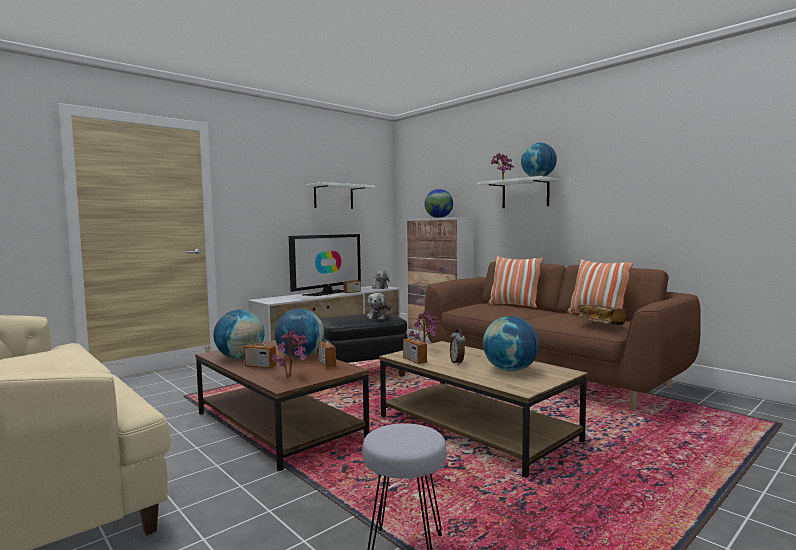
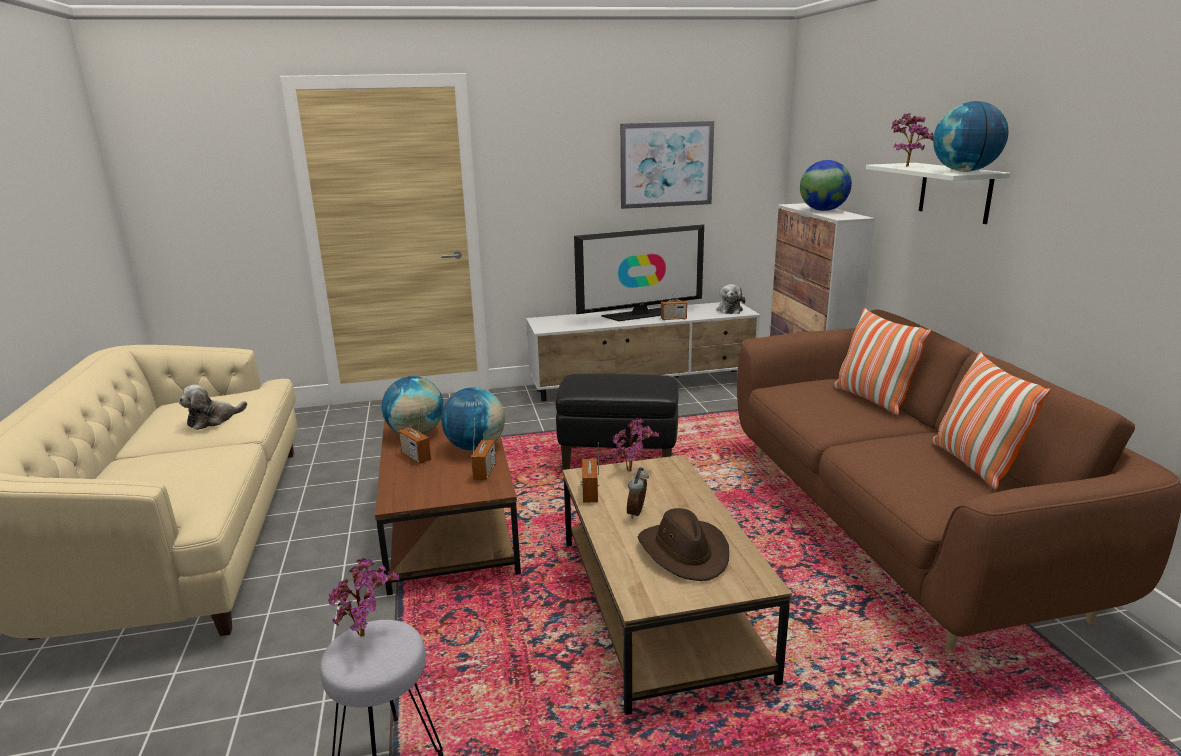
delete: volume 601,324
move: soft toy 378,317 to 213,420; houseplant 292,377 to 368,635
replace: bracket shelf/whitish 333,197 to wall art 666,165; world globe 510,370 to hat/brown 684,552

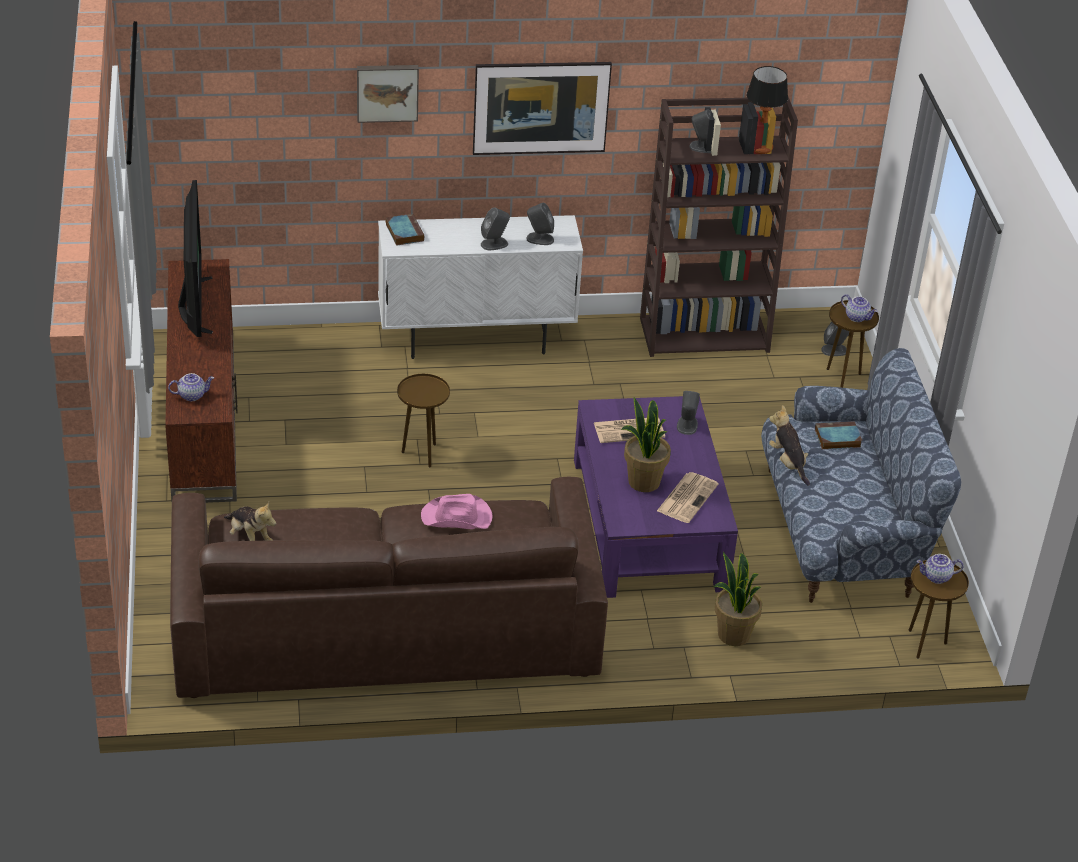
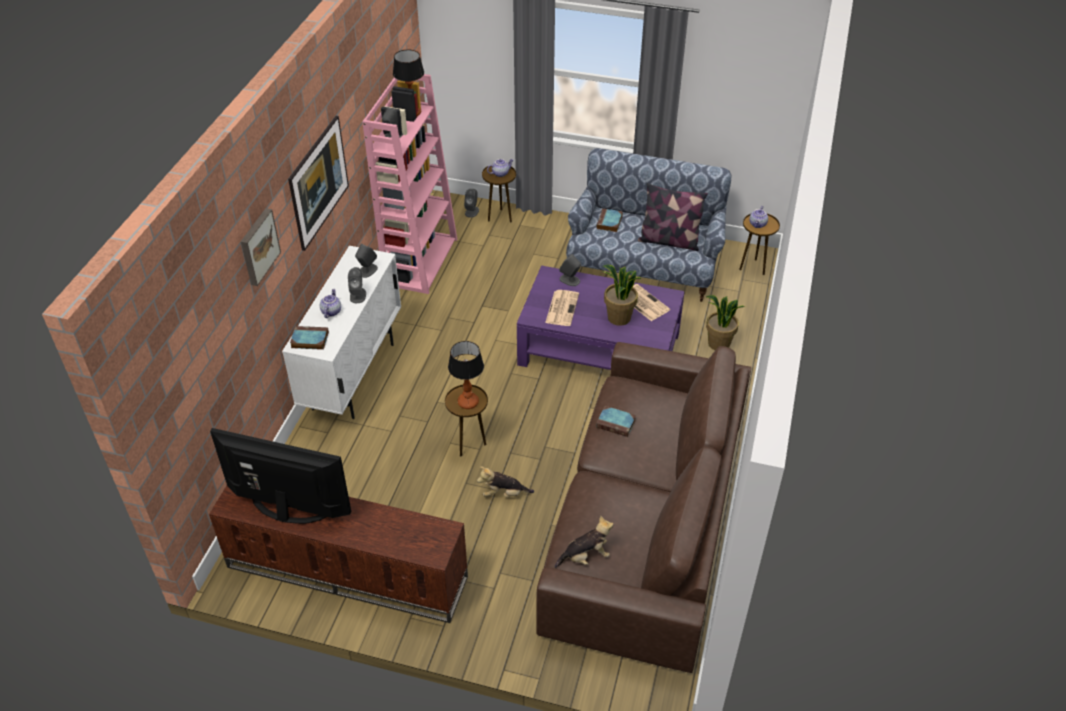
insert: table lamp 468,402; throw pillow 669,241
move: tea pot 192,395 to 331,311; soft toy 788,463 to 504,494
replace: hat/pink 457,517 to volume 616,423
recolor: shelving unit/brown 705,334 to shelving unit/pink 420,261

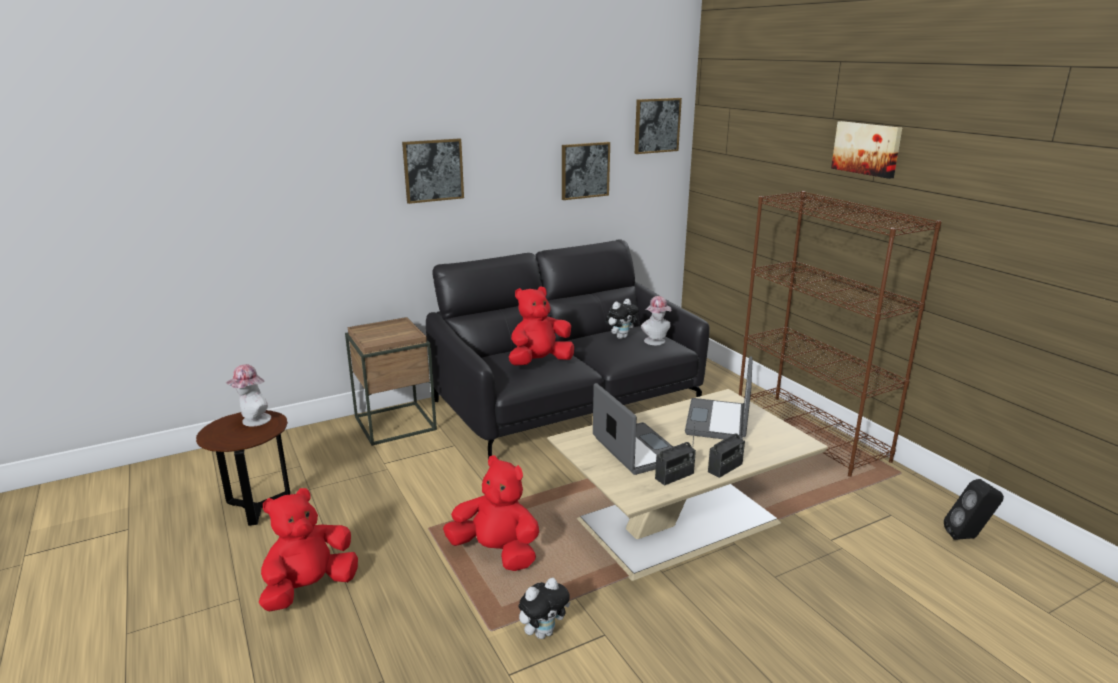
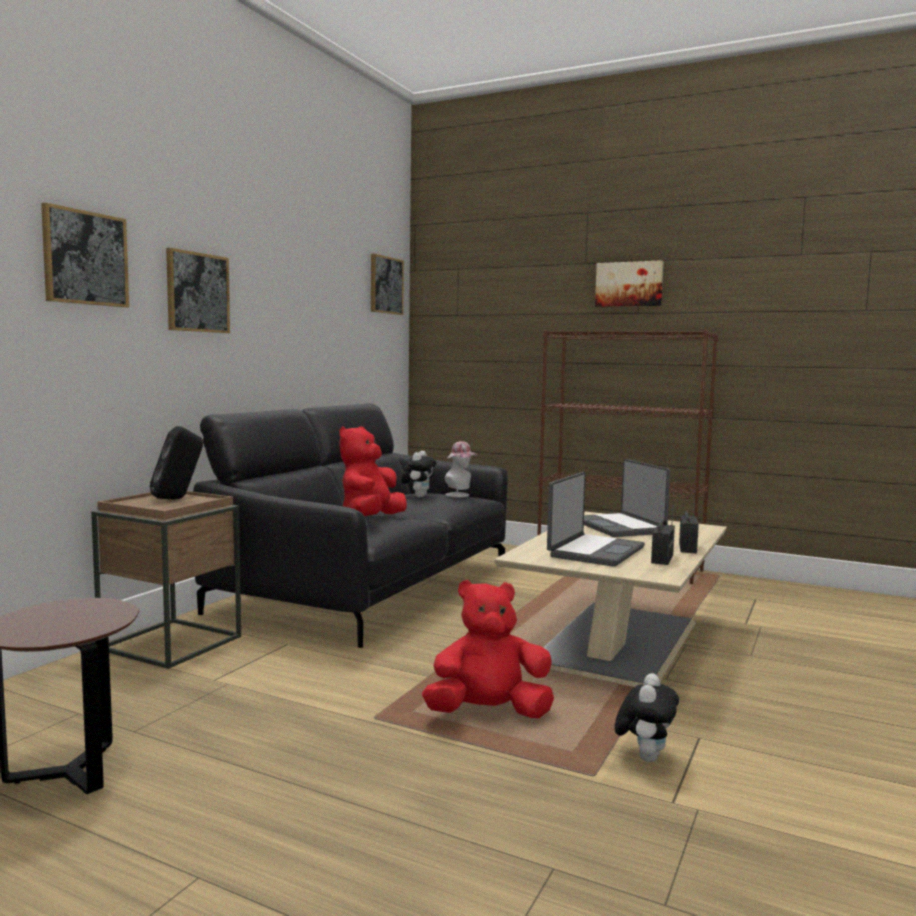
delete: hat 253,421; soft toy/red 310,588
move: wall art 585,170 to 85,258; loudspeaker/black-coloured 968,537 to 178,498
rotate: notebook computer 635,450 = 594,552 90 degrees clockwise

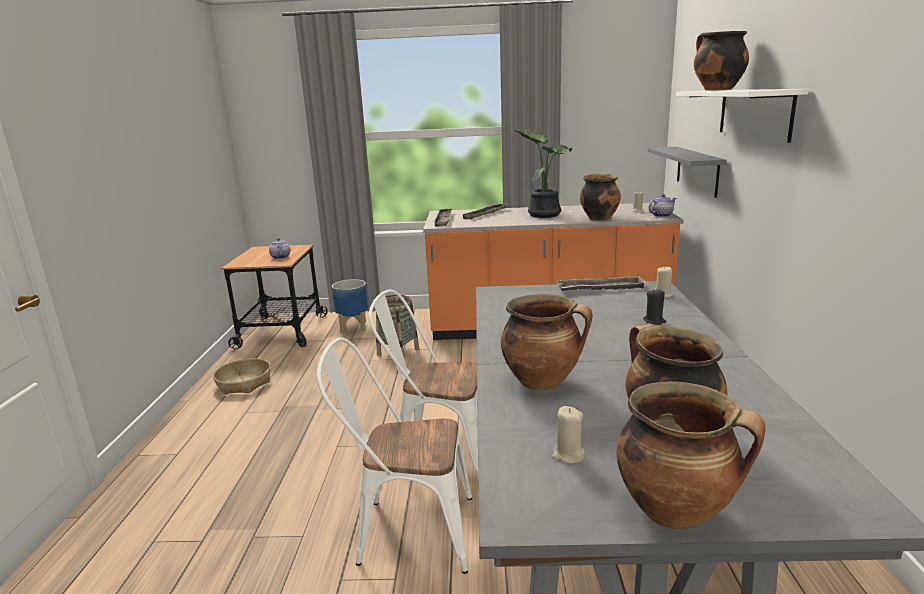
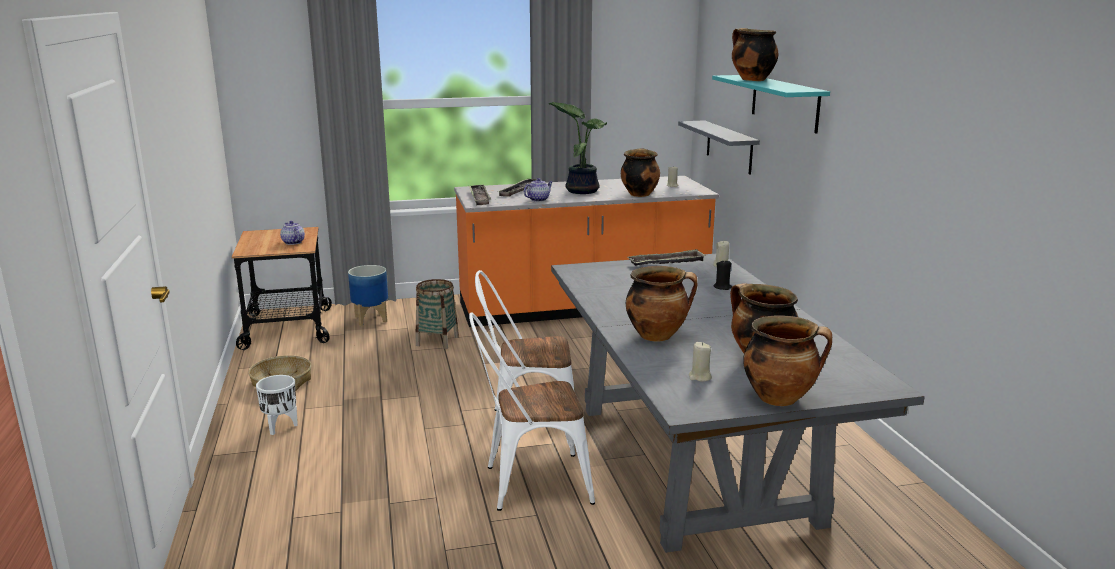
insert: flower pot/whitish 280,427
move: tea pot 661,215 to 538,199
recolor: bracket shelf/whitish 754,113 to bracket shelf/turquoise 784,102

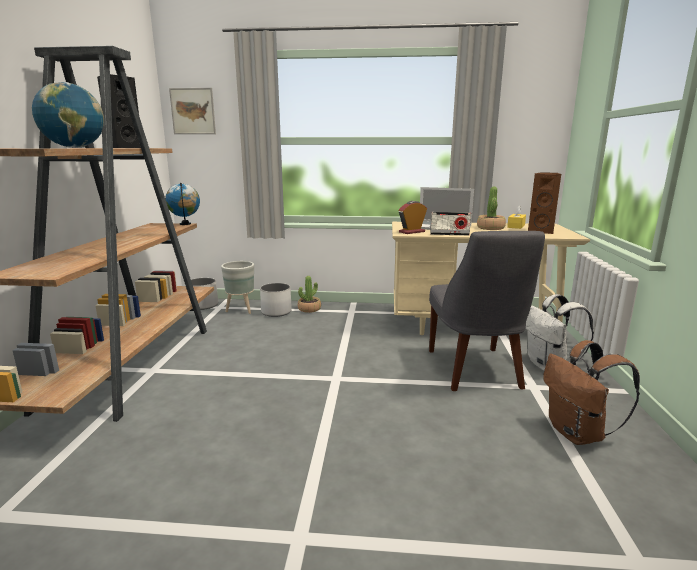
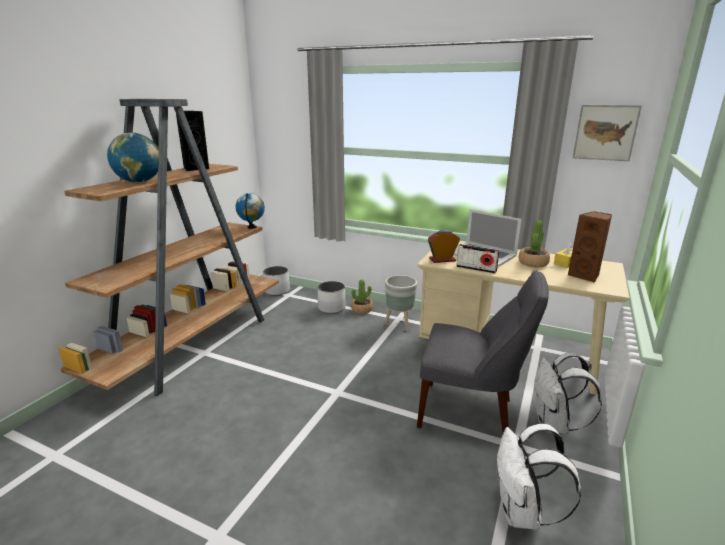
move: flower pot/greyish 241,310 to 400,324; wall art 193,111 to 605,132
recolor: backpack/brown 578,434 to backpack/whitish 522,513
rotate: chair/greyish 475,371 = 470,413 90 degrees counterclockwise

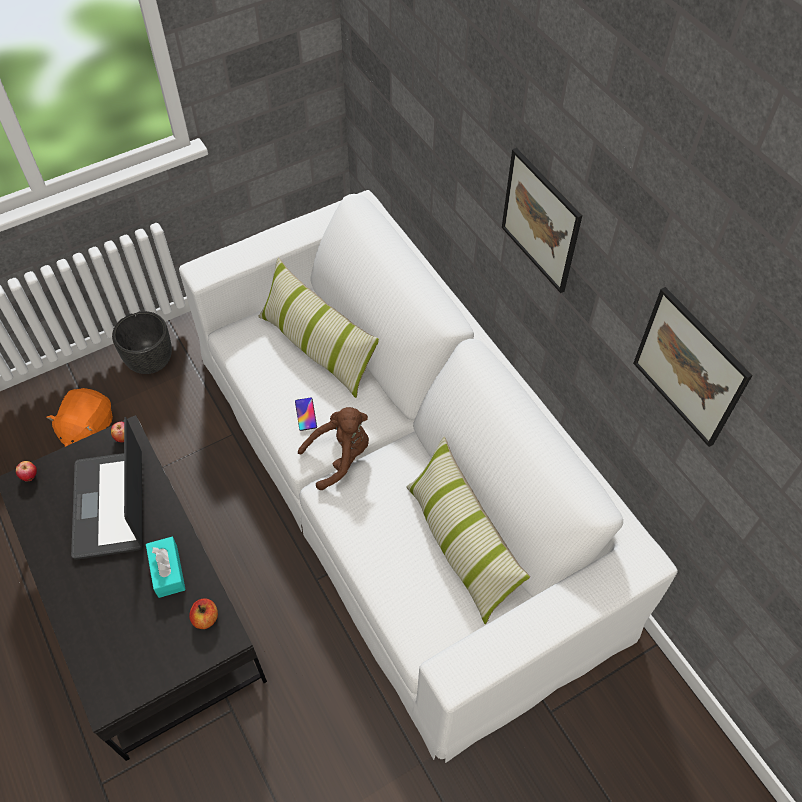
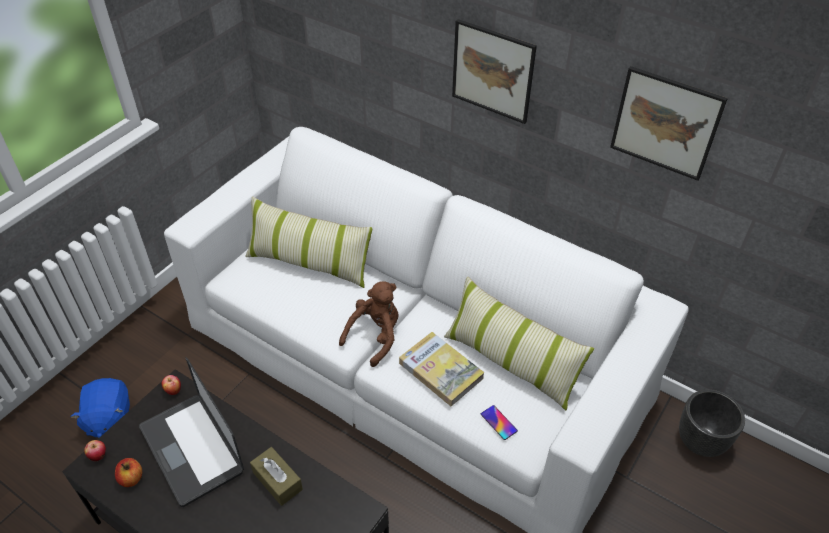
insert: volume 441,370
move: apple fruit 206,618 to 131,478; telephone 305,414 to 498,422; flower pot/black-coloured 151,361 to 701,441
recolor: soft toy/orange-coloured 87,429 to soft toy/blue 108,419; tissue holder/turquoise 167,571 to tissue holder/brown 277,481

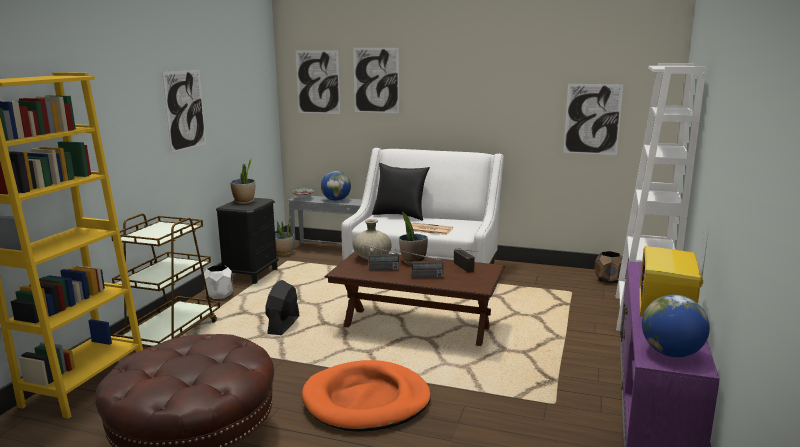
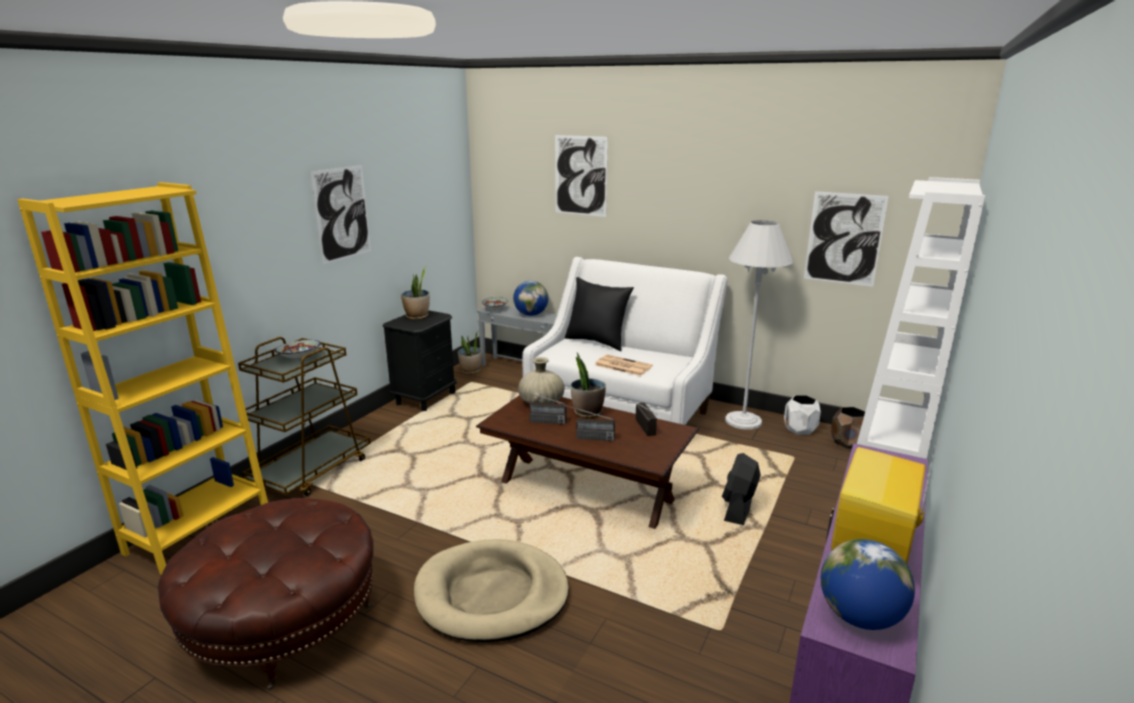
delete: wall art 318,82
insert: bowl 299,358; standing lamp/whitish 743,421
move: electric fan/black-coloured 283,325 to 738,508; flower pot/whitish 219,295 to 800,430
recolor: dog cushion/orange-coloured 366,401 to dog cushion/sand-coloured 491,595

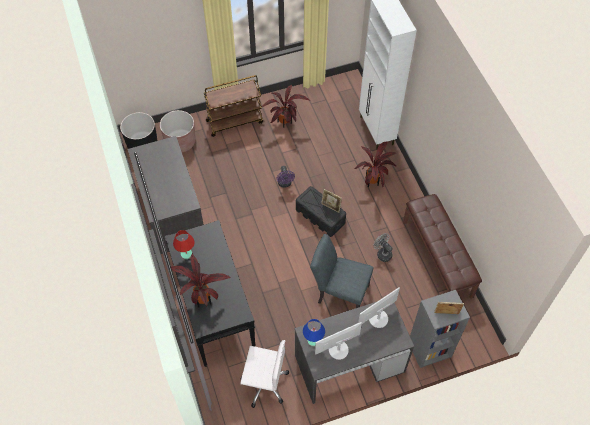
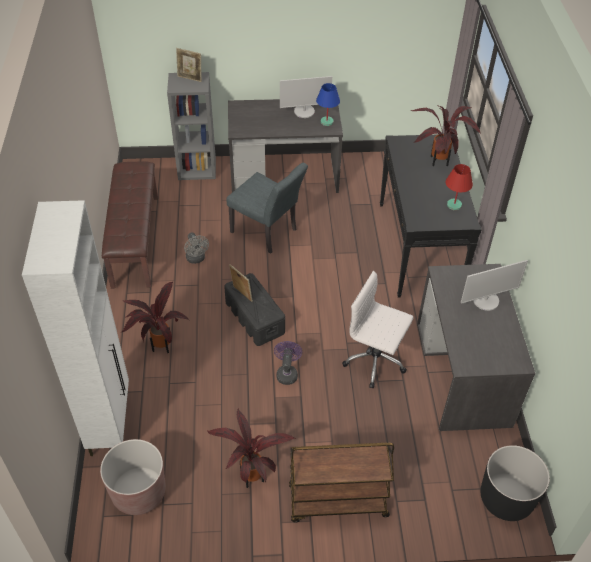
move: flower pot/brown 180,142 to 139,492; computer chair/whitish 264,383 to 376,361; computer display 378,318 to 486,300

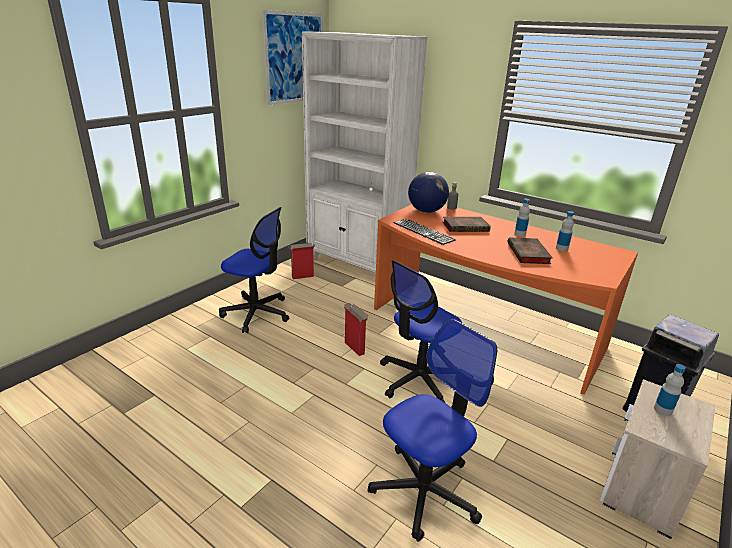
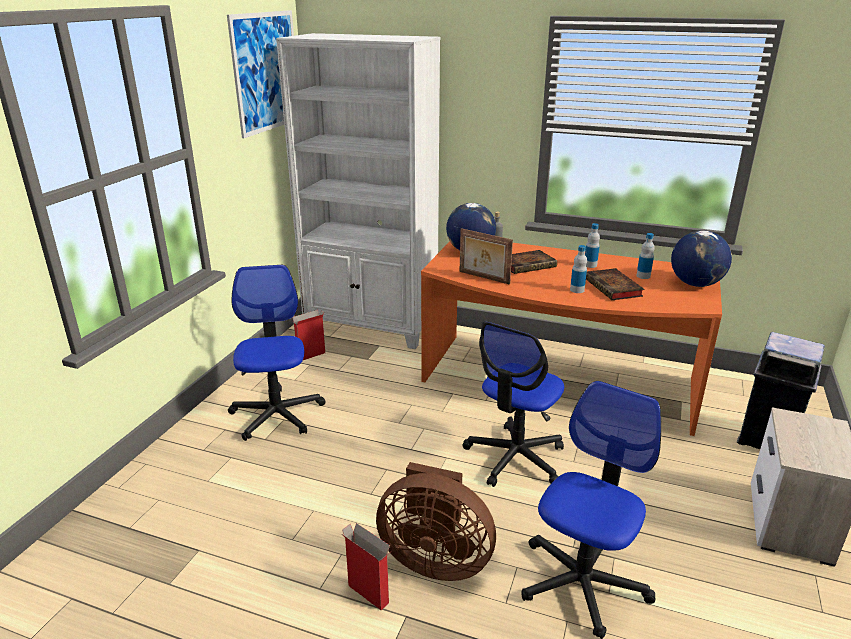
insert: electric fan/brown 435,559; world globe 695,284
move: packing box 355,348 to 369,594; beverage bottle 662,410 to 577,290
replace: keyboard 423,231 to picture frame 483,278
rotate: computer chair 257,313 = 277,415 105 degrees counterclockwise

